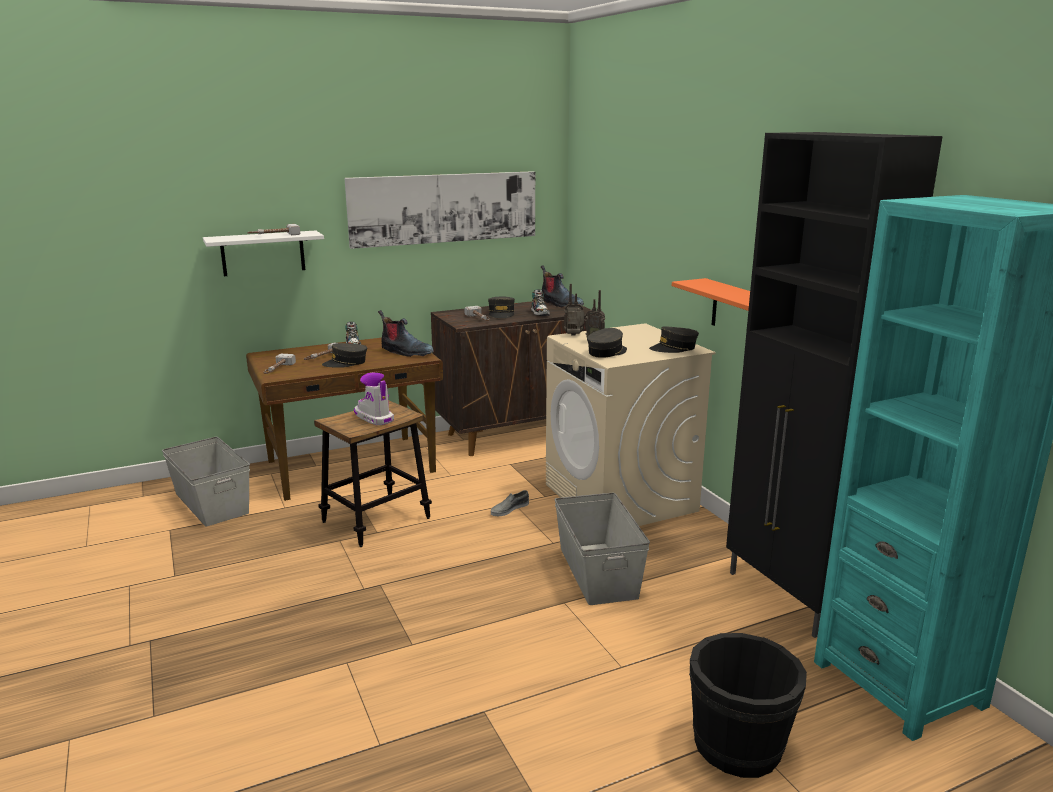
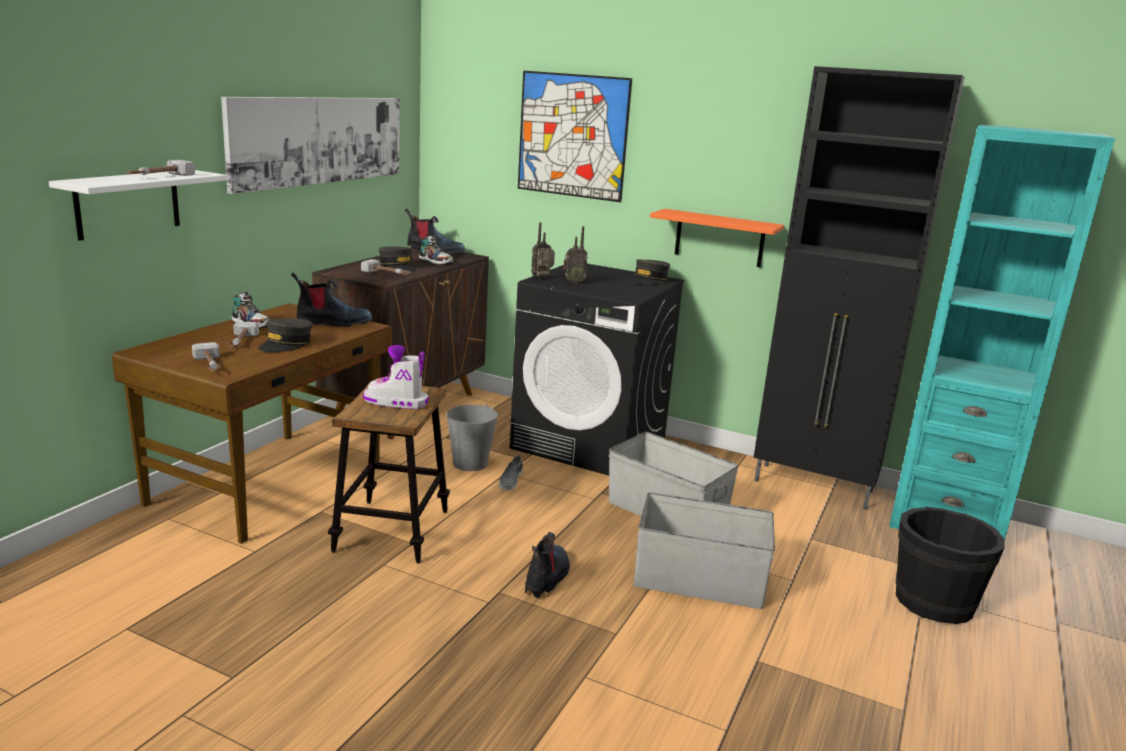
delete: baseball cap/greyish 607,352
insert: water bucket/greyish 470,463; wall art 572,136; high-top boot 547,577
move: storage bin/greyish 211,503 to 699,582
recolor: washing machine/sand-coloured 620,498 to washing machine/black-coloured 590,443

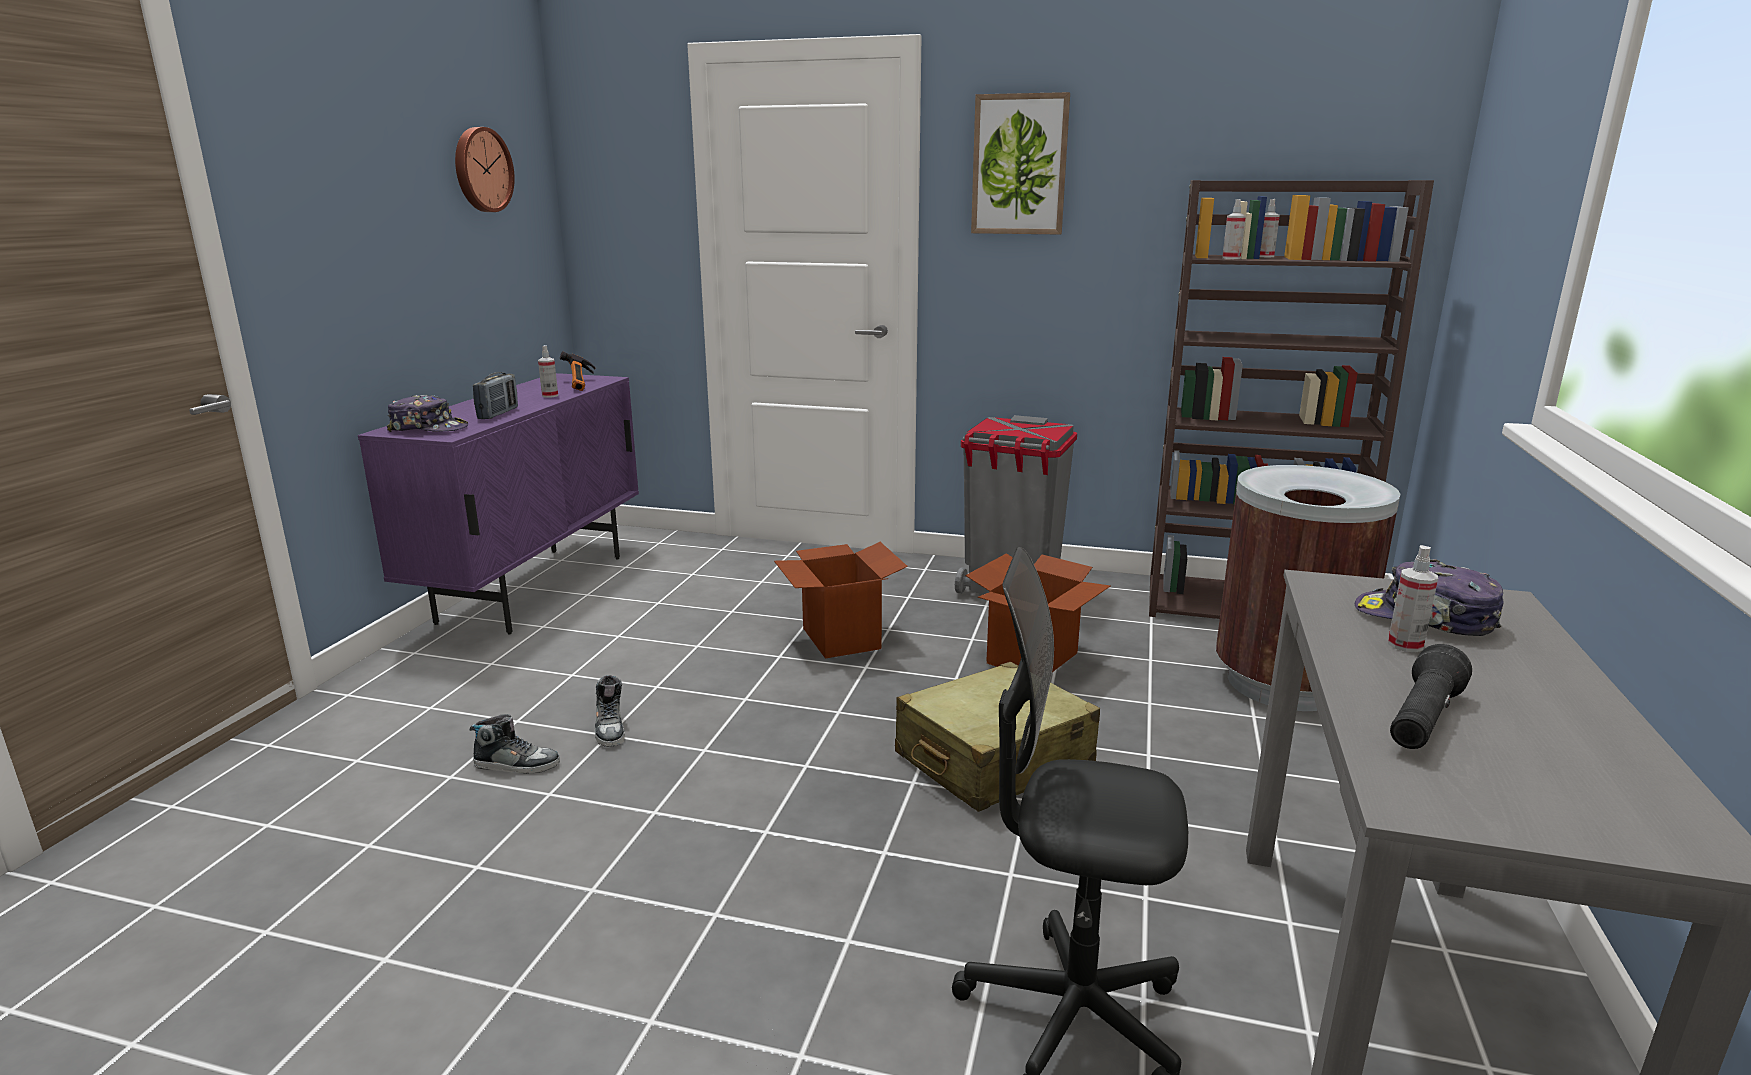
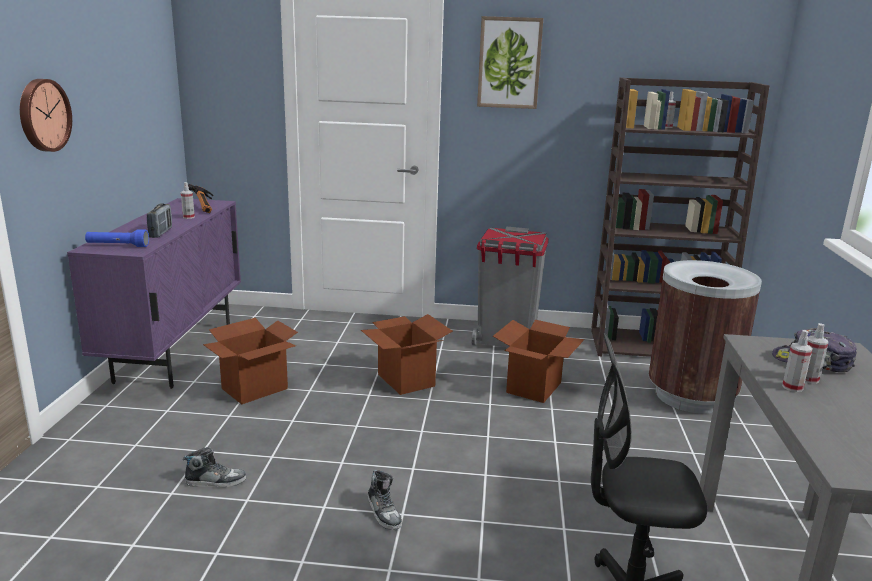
delete: travel case/sand-coloured 993,760; flashlight/black-coloured 1422,720
insert: packing box 254,389
move: hanging clock 481,170 to 42,115; item of footwear 610,728 to 384,512; sprayer 1231,258 to 792,387
replace: baseball cap 428,428 to flashlight/blue 117,246

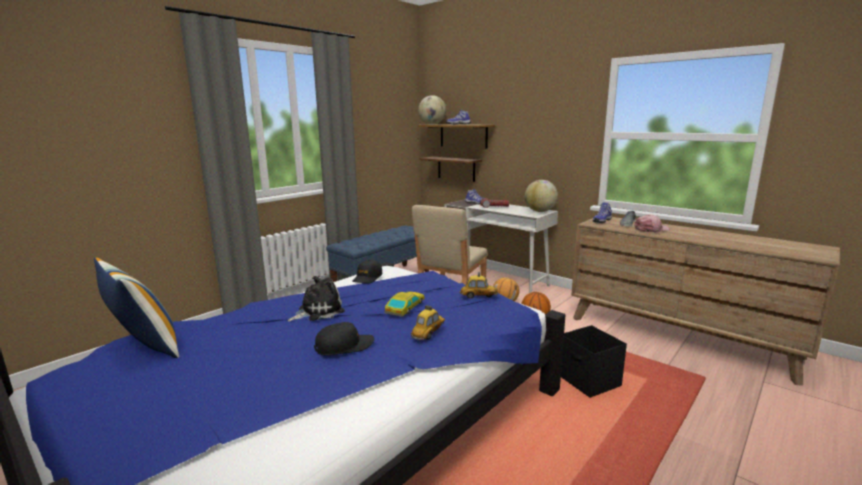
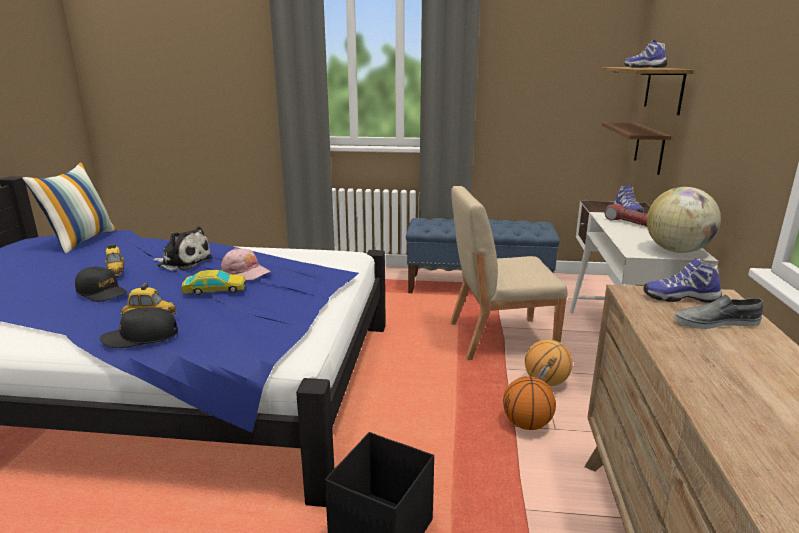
delete: world globe 432,124
move: baseball cap/black-coloured 367,278 to 141,337; toy car 478,296 to 116,272; baseball cap/pink 651,229 to 246,272

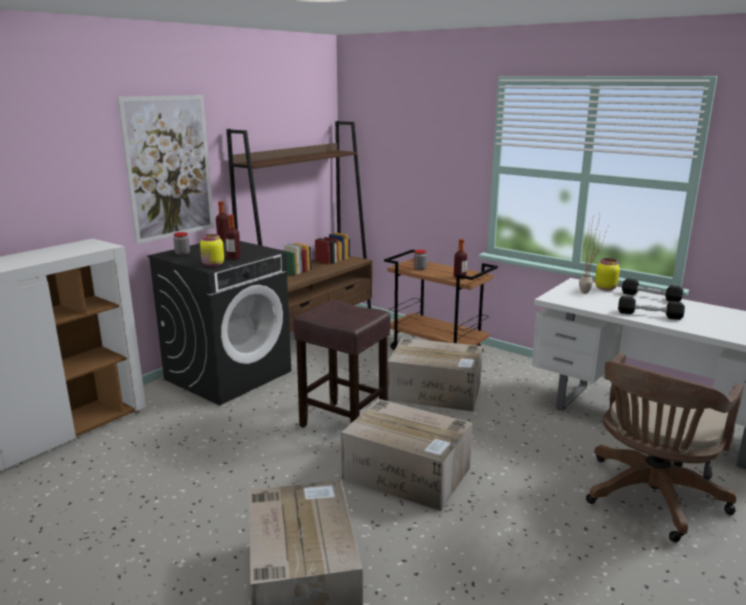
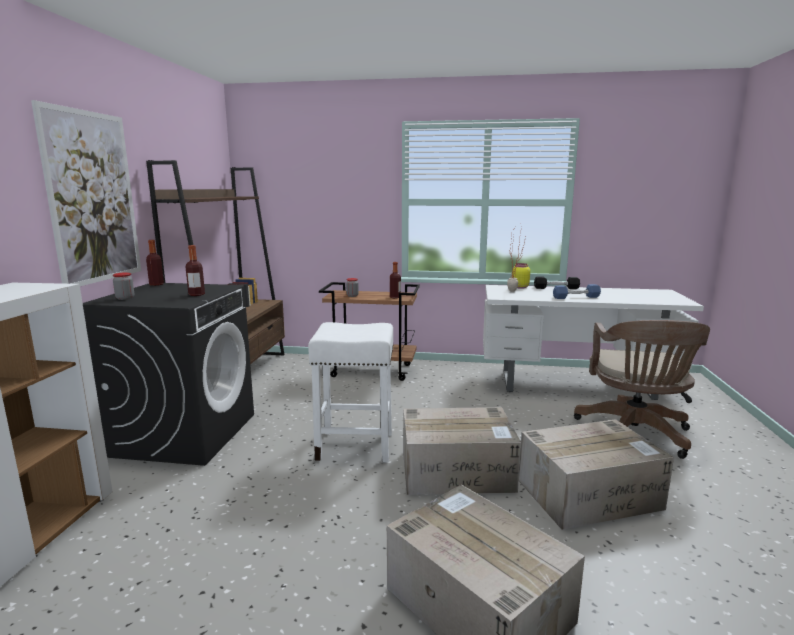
delete: preserve jar/yellow-coloured 213,265
move: packing box 436,391 to 589,494
recolor: sitting stool/brown 345,423 to sitting stool/whitish 356,446; hand weight/black-coloured 649,315 to hand weight/blue 576,297

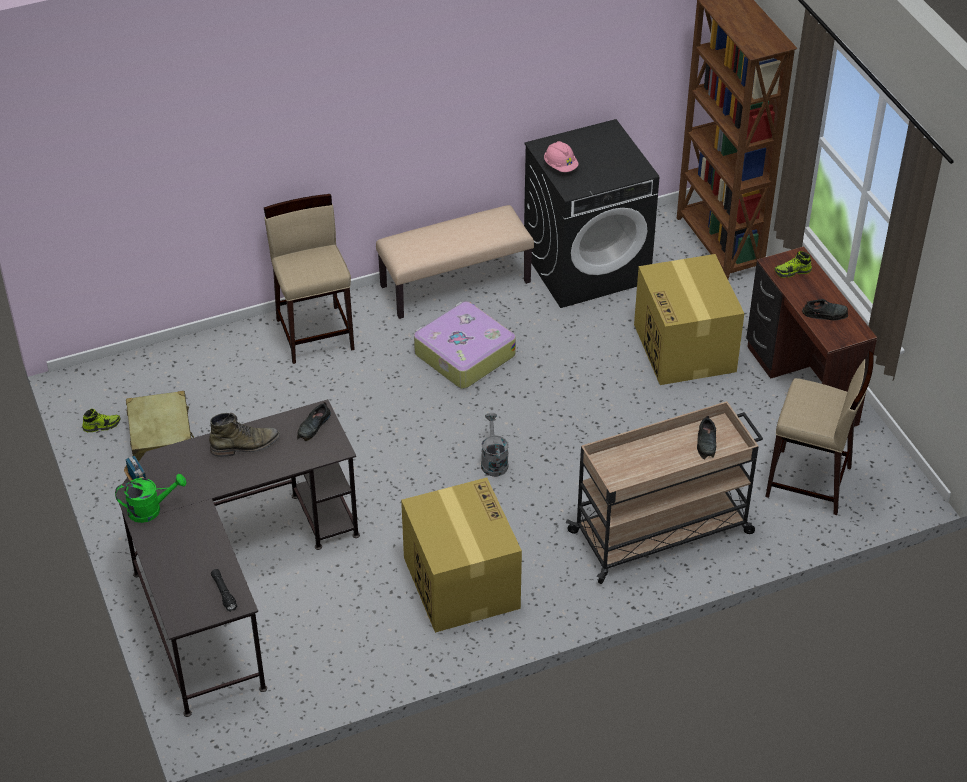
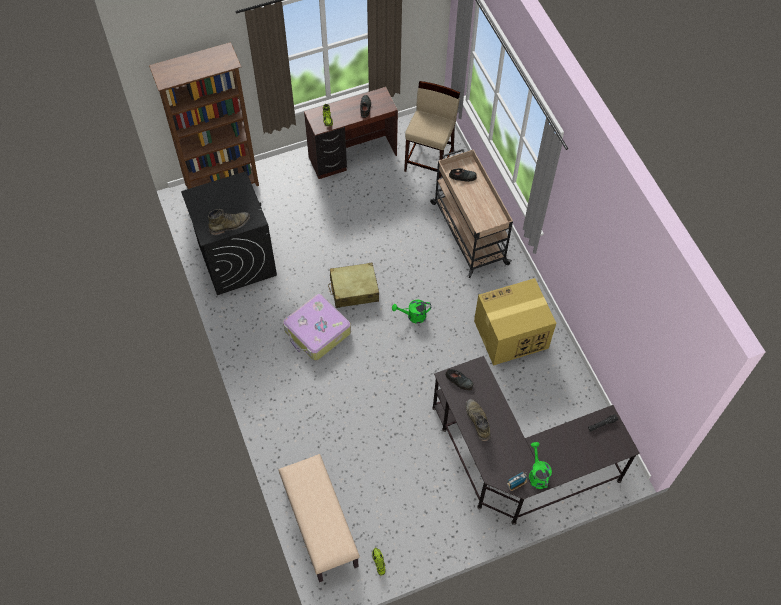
delete: sitting stool/sand-coloured 315,333; packing box 685,349
move: indoor bench/sand-coloured 455,283 to 319,525; travel case/sand-coloured 161,439 to 354,290
replace: hard hat/pink 560,166 to high-top boot/greenish 230,225
recolor: sprinkling can/greyish 493,461 to sprinkling can/greenish 413,316

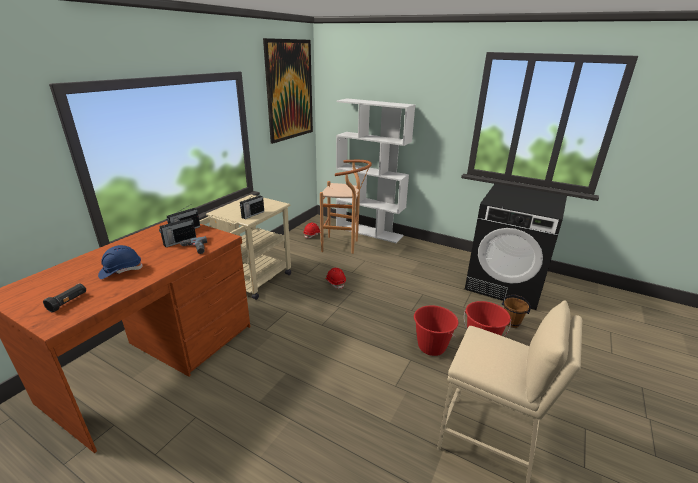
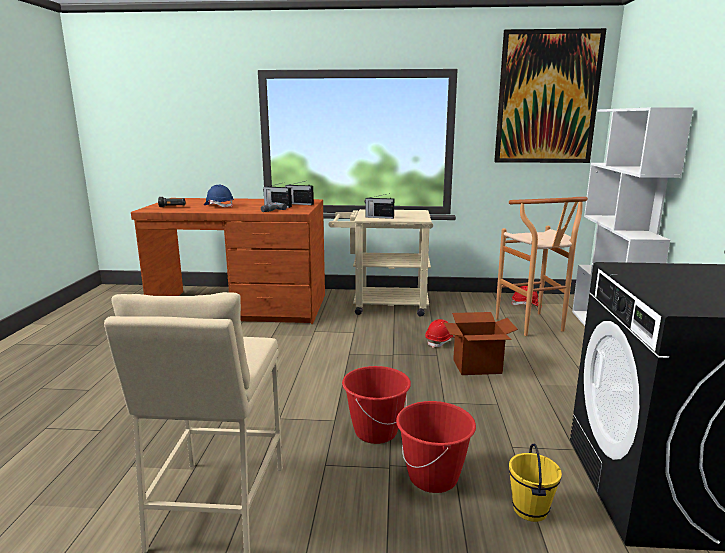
insert: packing box 477,367
recolor: water bucket/brown 511,323 to water bucket/yellow-coloured 529,509

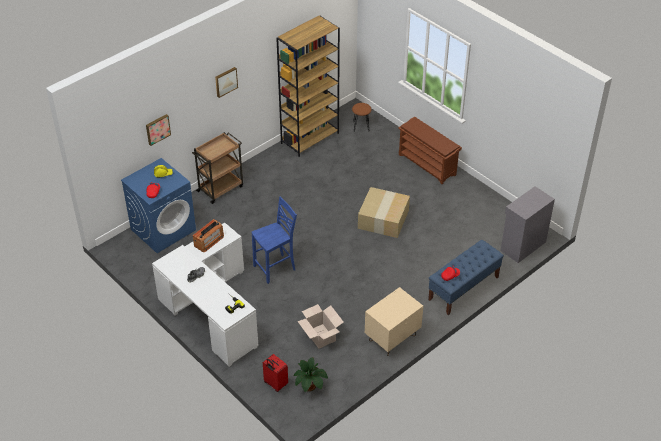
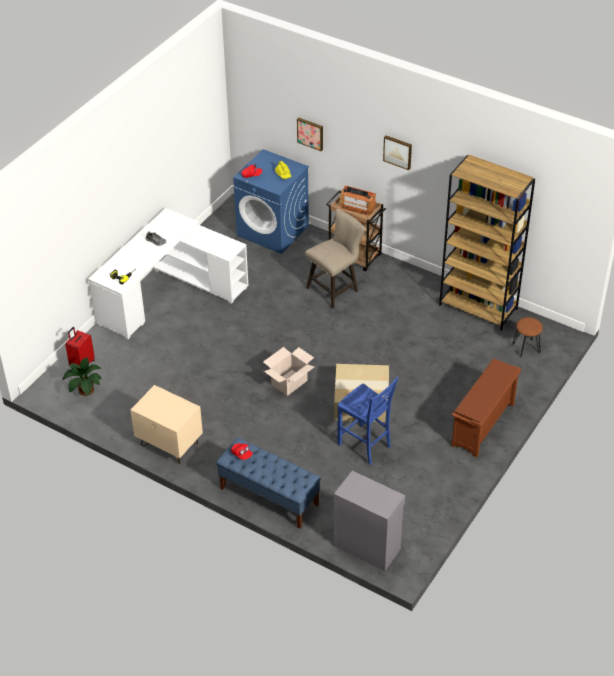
insert: sitting stool/sand-coloured 335,288
move: packing box 321,336 to 289,383; chair/blue 276,268 to 365,446; radio 209,241 to 357,207

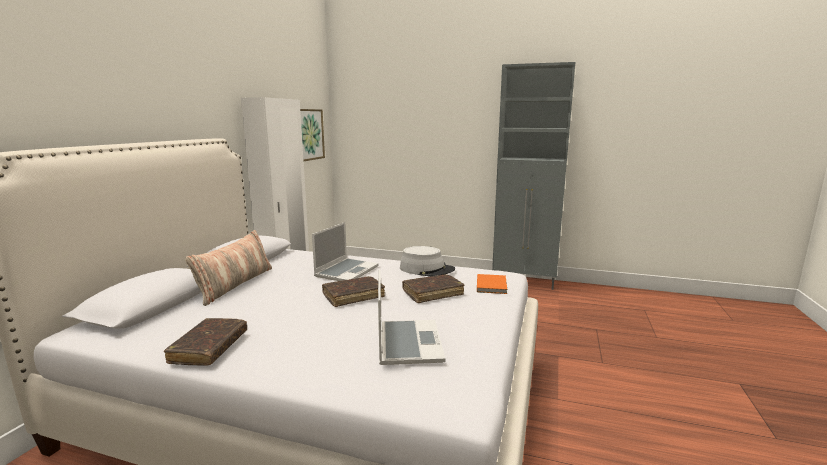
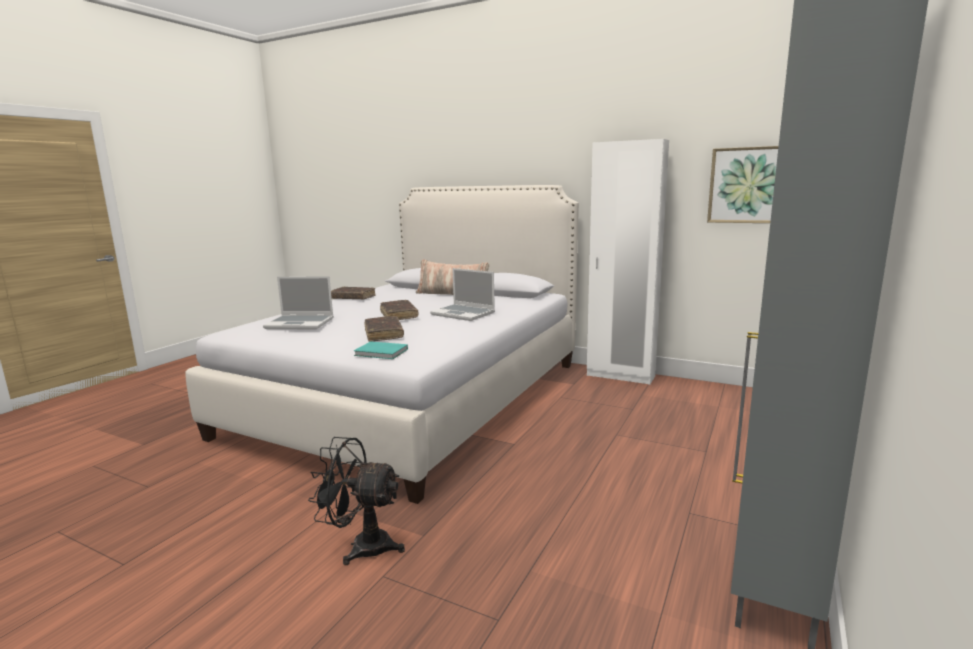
delete: hat/greyish 427,269
insert: electric fan/black-coloured 361,546
recolor: volume/orange-coloured 492,285 to volume/turquoise 382,353

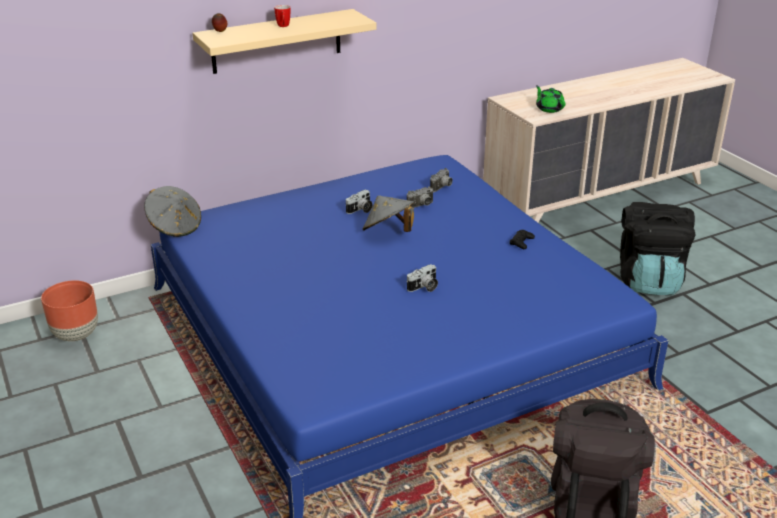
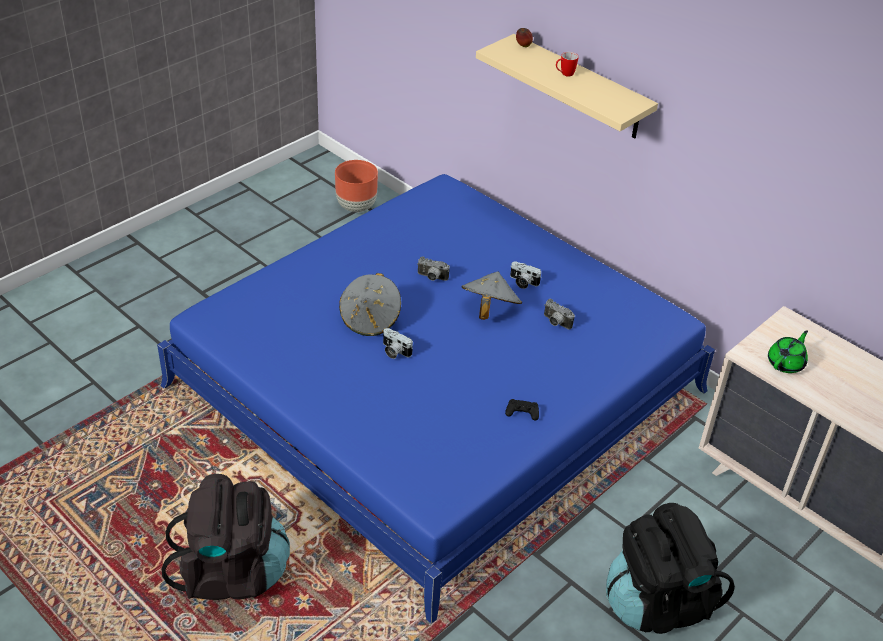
move: hat/greyish 175,227 to 370,319; still camera 442,188 to 431,278

